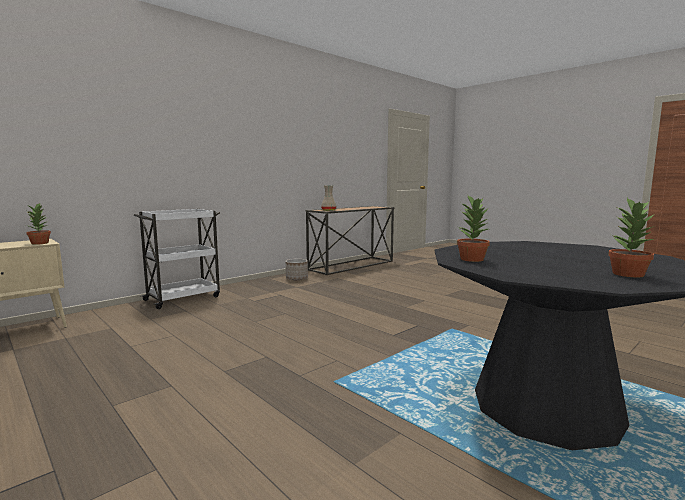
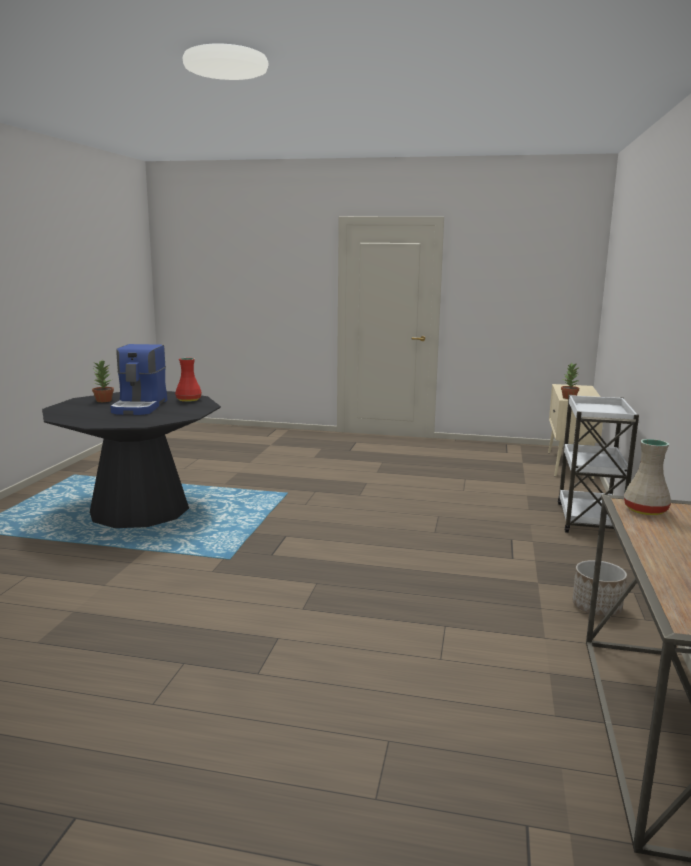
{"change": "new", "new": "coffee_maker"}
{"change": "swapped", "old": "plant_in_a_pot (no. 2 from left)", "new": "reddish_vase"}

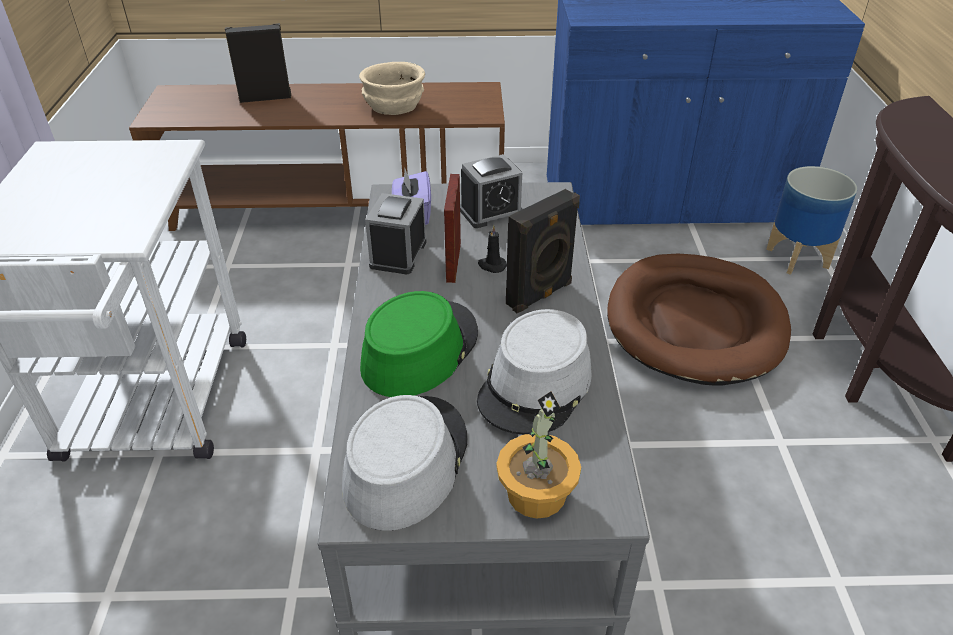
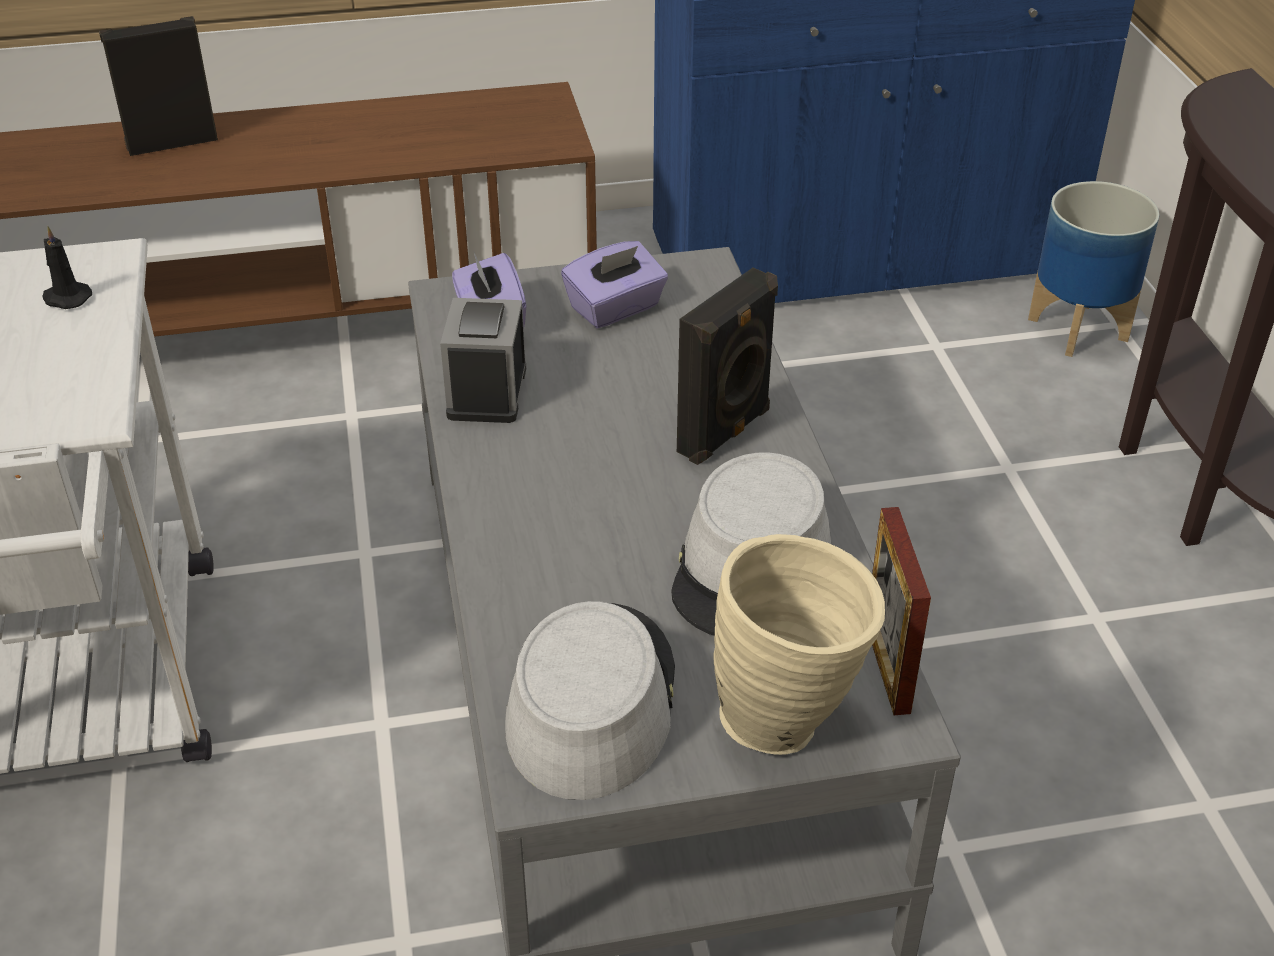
{"change": "gone", "old": "beige_serving_bowl"}
{"change": "gone", "old": "greenish_wearable_hat"}
{"change": "gone", "old": "brown-coloured_dog_cushion"}
{"change": "shifted", "old": "picture_frame"}
{"change": "shifted", "old": "blackish_wax_light"}
{"change": "swapped", "old": "alarm_clock (no. 2 from left)", "new": "purple-coloured_tissue_box (no. 2 from left)"}
{"change": "swapped", "old": "plant_in_a_pot", "new": "beige_vase"}

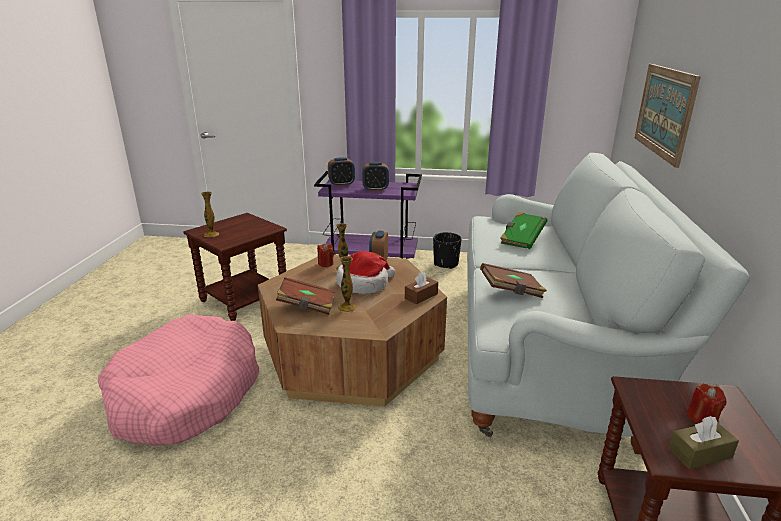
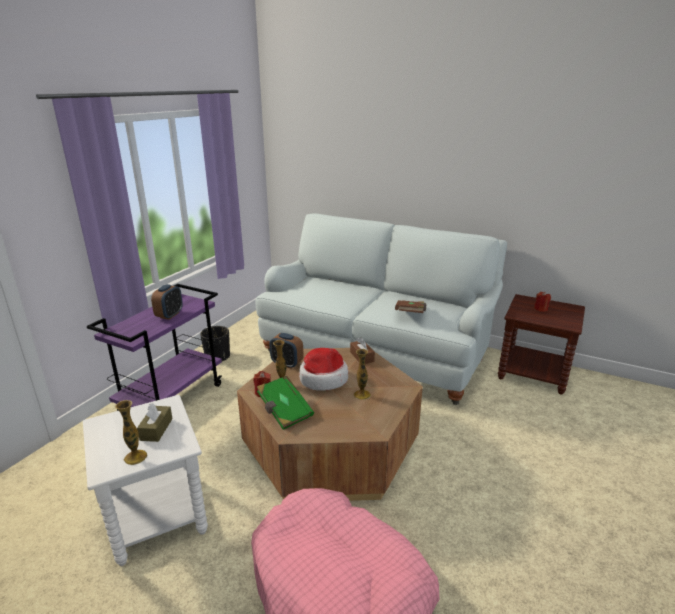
{"change": "gone", "old": "brown-coloured_bound_book (no. 1 from left)"}
{"change": "gone", "old": "alarm_clock (no. 1 from left)"}
{"change": "gone", "old": "wall_art"}
{"change": "shifted", "old": "greenish_bound_book"}
{"change": "shifted", "old": "brown-coloured_tissue_box (no. 2 from left in the first image)", "new": "brown-coloured_tissue_box (no. 1 from left)"}
{"change": "repainted", "old": "brown-coloured_end_table (no. 1 from left)", "new": "white-coloured_end_table"}

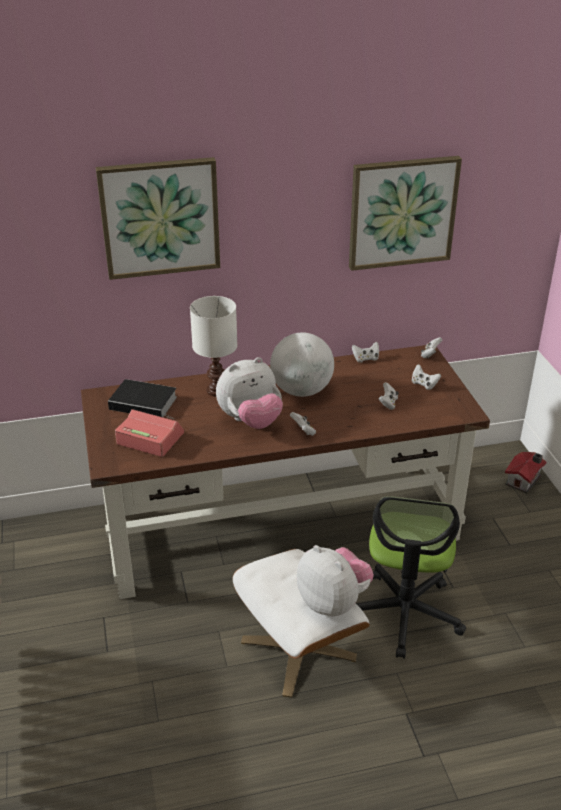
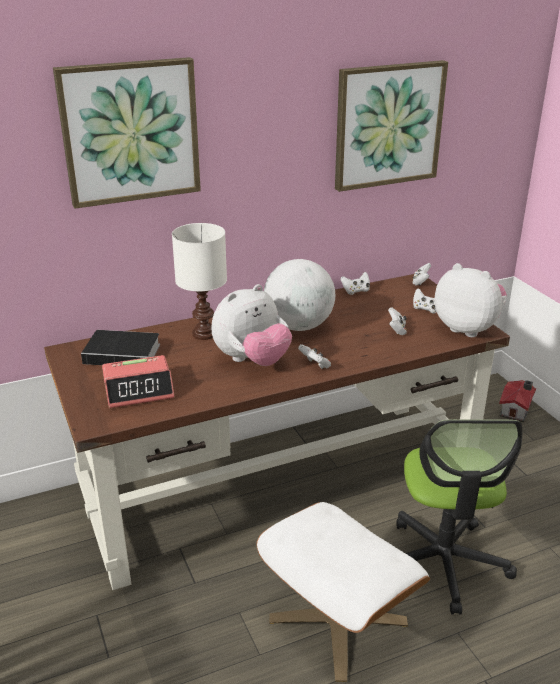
{"change": "shifted", "old": "cuddly_toy (no. 2 from left)"}
{"change": "rotated", "old": "alarm_clock", "degrees": 150}

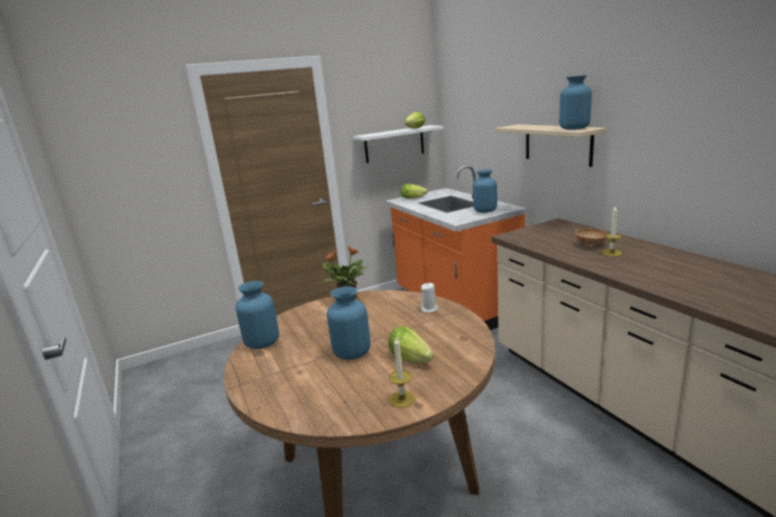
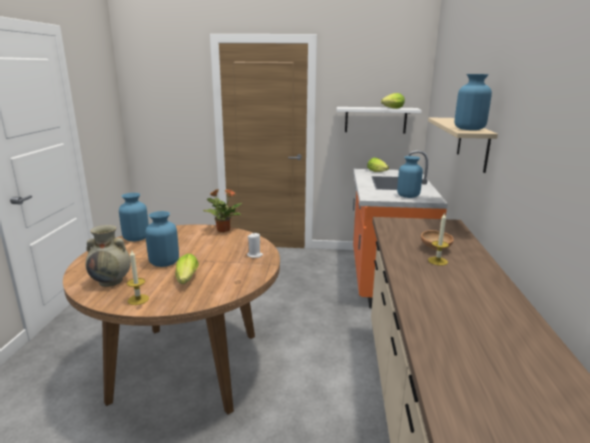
{"change": "new", "new": "beige_vase"}

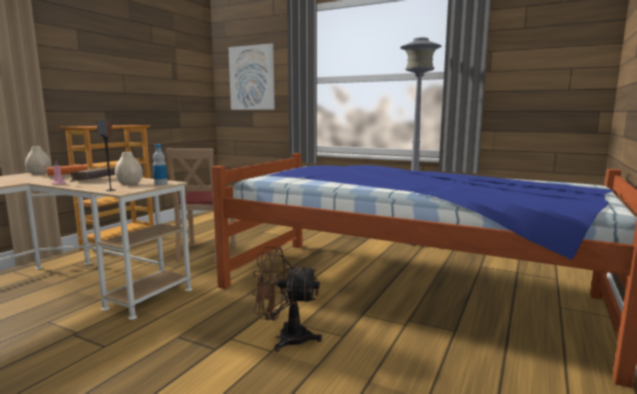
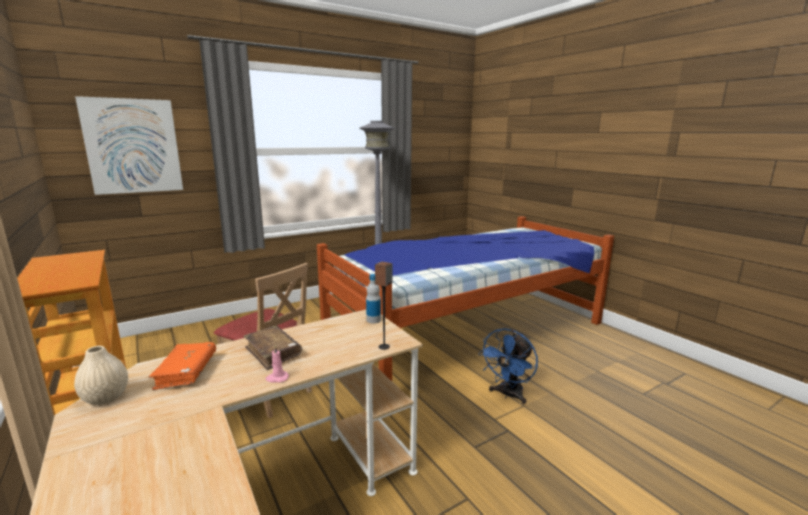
{"change": "gone", "old": "beige_vase (no. 2 from left)"}
{"change": "repainted", "old": "brown-coloured_cooling_fan", "new": "blue_cooling_fan"}

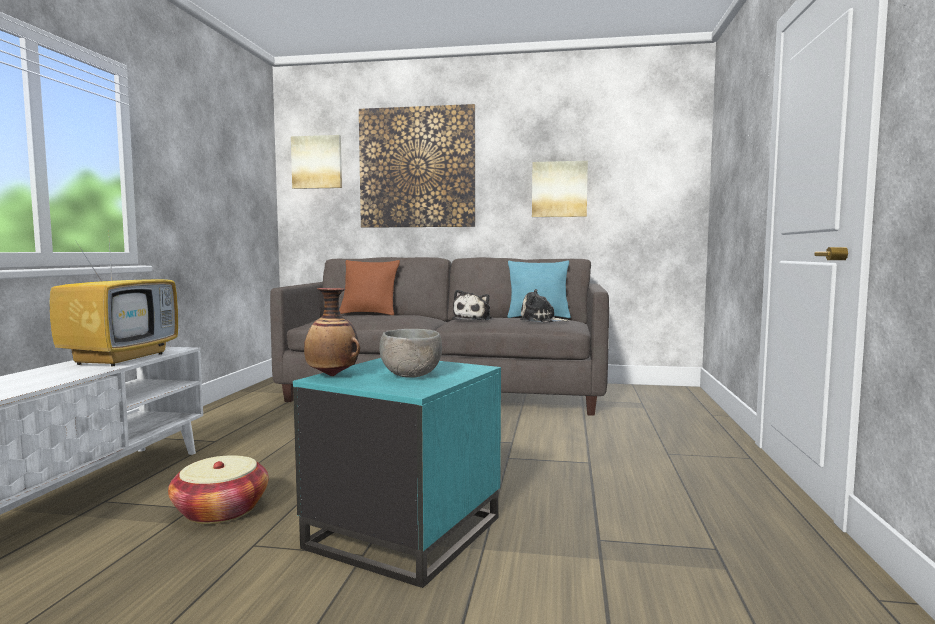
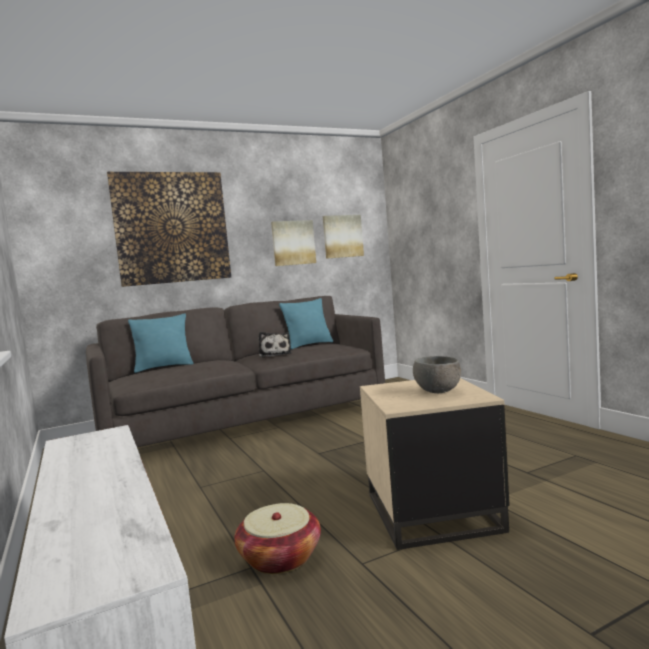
{"change": "gone", "old": "television"}
{"change": "gone", "old": "vase"}
{"change": "gone", "old": "cuddly_toy (no. 2 from left)"}
{"change": "shifted", "old": "wall_art (no. 1 from left in the first image)", "new": "wall_art (no. 3 from left)"}
{"change": "repainted", "old": "blue-green_end_table", "new": "beige_end_table"}
{"change": "repainted", "old": "brown-coloured_pillow", "new": "blue-green_pillow (no. 1 from left)"}

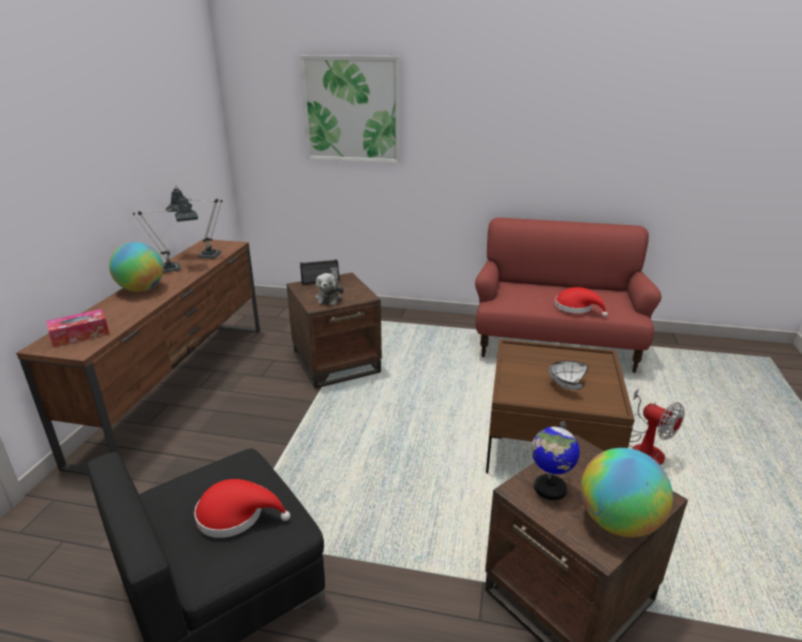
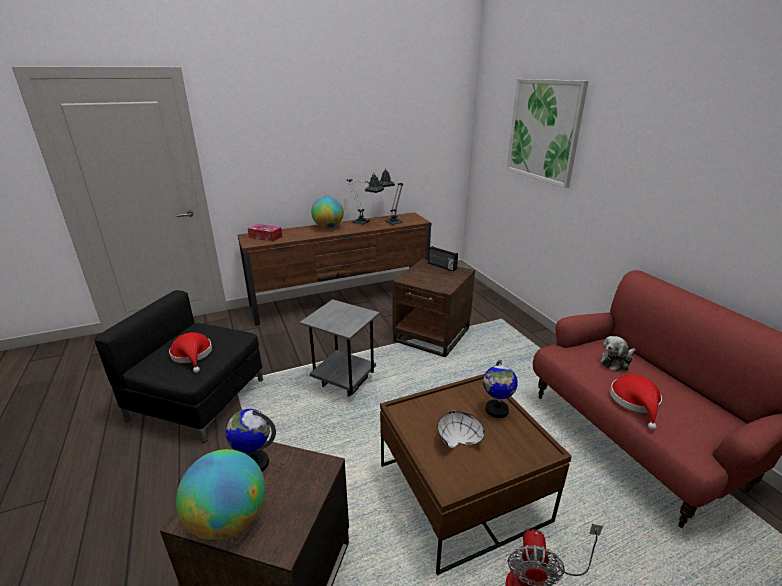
{"change": "new", "new": "grey_end_table"}
{"change": "new", "new": "globe (no. 4 from left)"}
{"change": "shifted", "old": "cuddly_toy"}

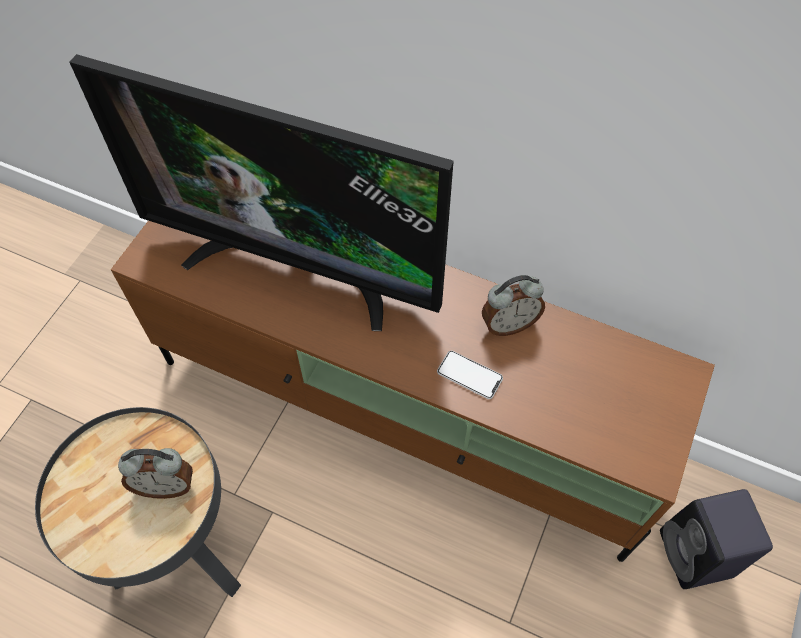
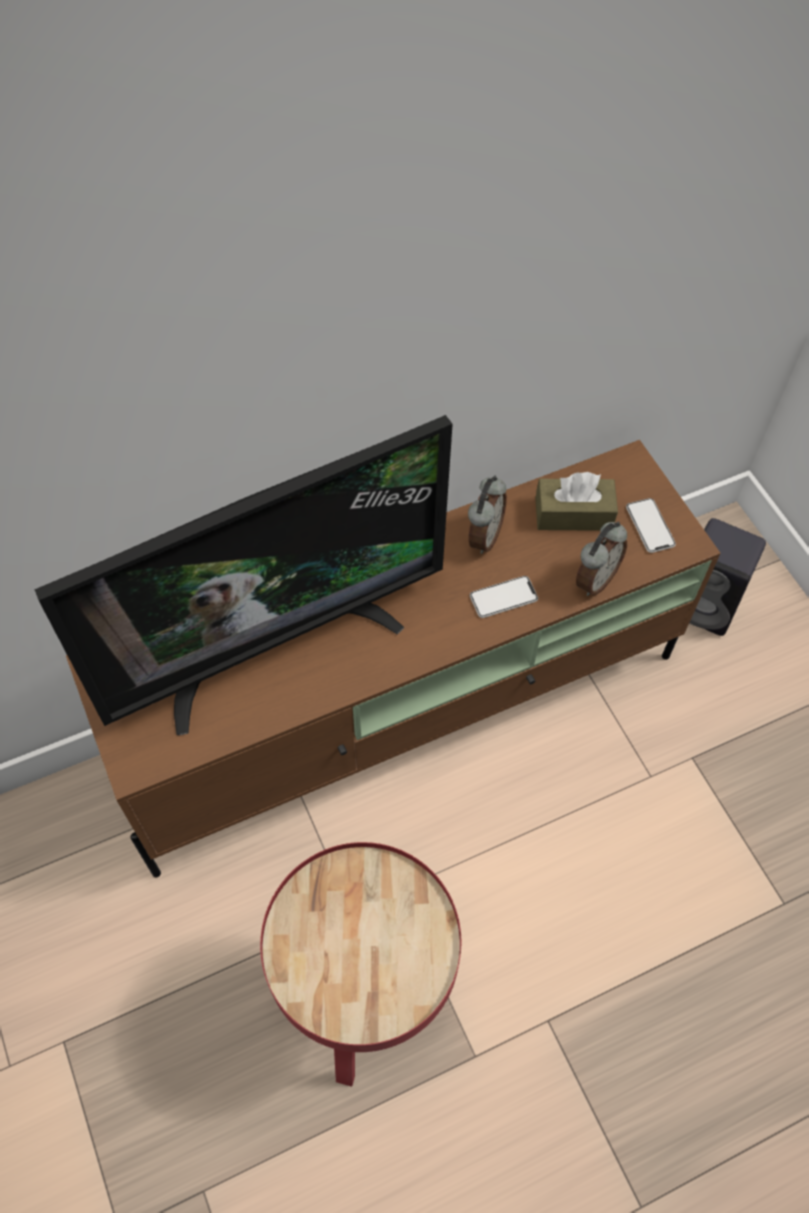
{"change": "new", "new": "brown-coloured_tissue_box"}
{"change": "new", "new": "handset (no. 2 from left)"}
{"change": "shifted", "old": "alarm_clock (no. 1 from left in the first image)", "new": "alarm_clock (no. 2 from left)"}
{"change": "repainted", "old": "blackish_end_table", "new": "reddish_end_table"}

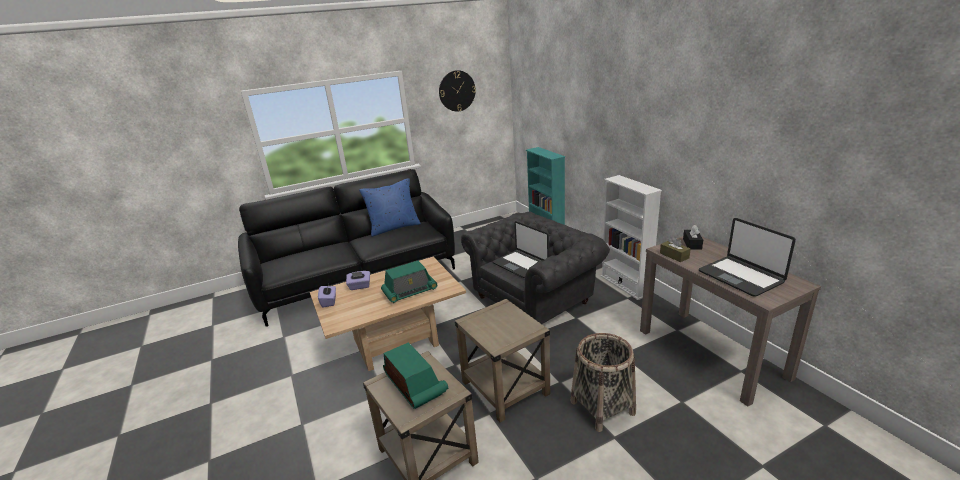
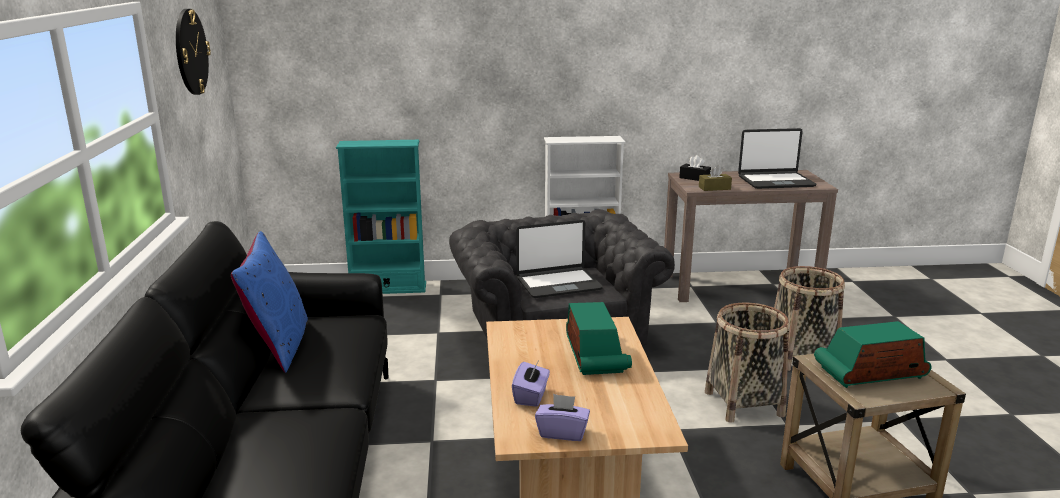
{"change": "swapped", "old": "beige_end_table (no. 2 from left)", "new": "household_basket (no. 1 from left)"}

